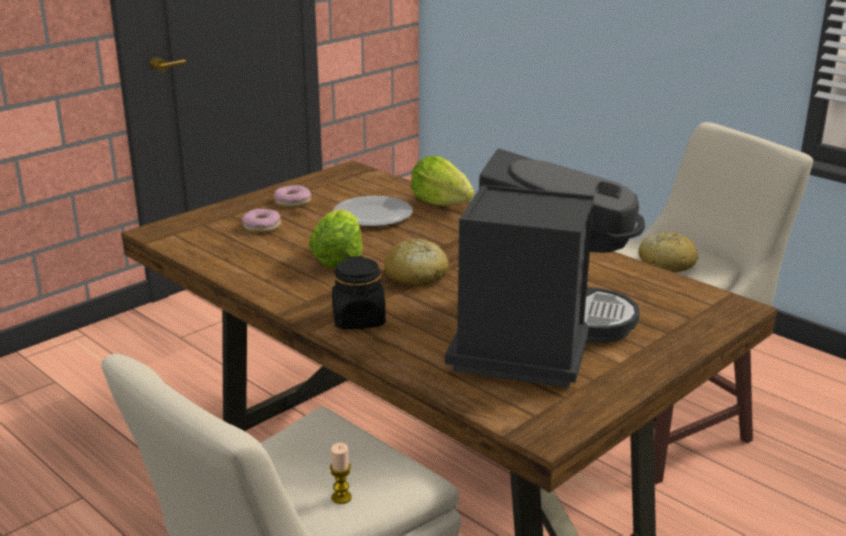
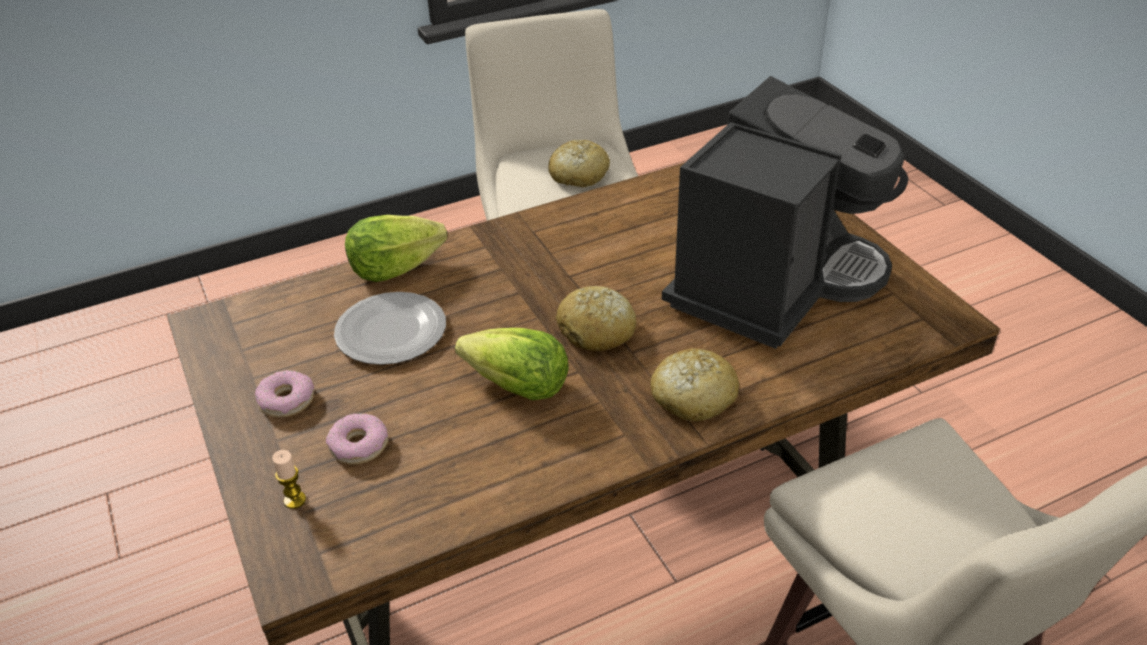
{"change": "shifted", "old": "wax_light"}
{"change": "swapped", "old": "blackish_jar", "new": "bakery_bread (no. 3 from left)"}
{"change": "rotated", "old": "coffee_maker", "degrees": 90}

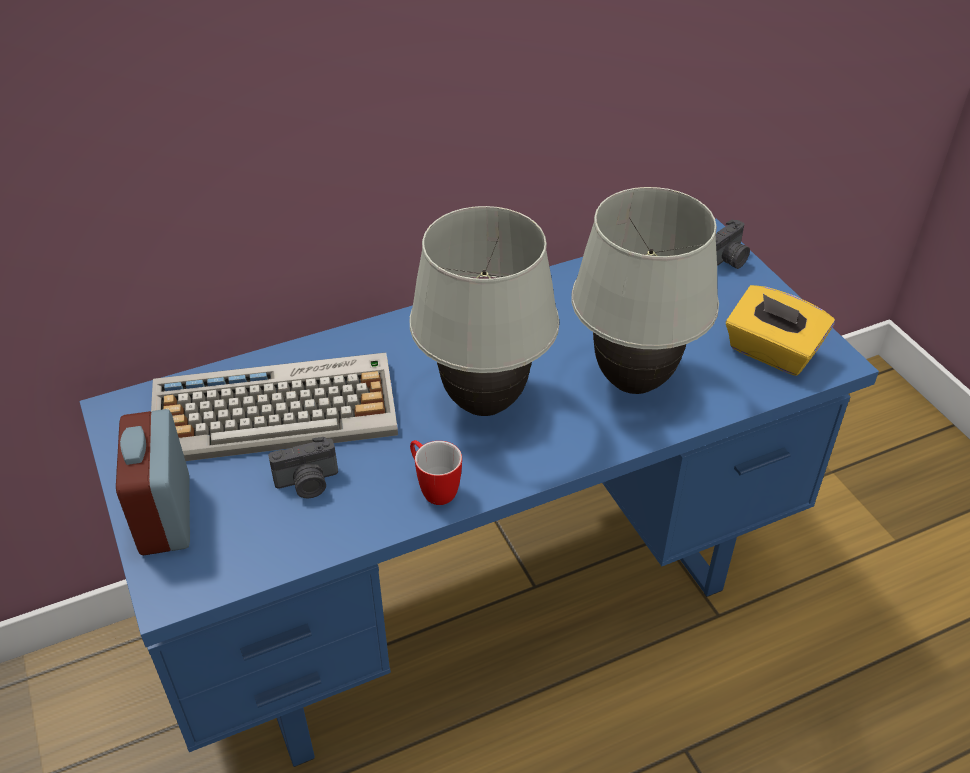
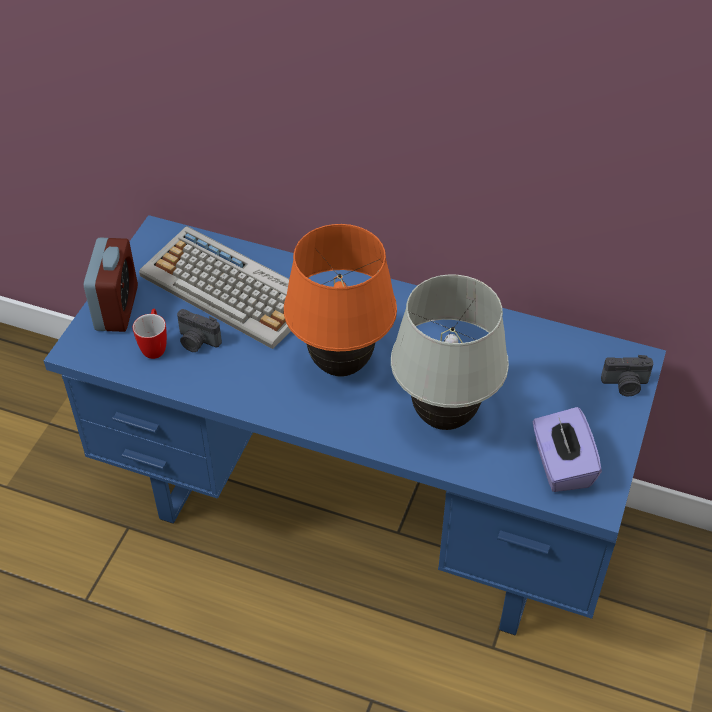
{"change": "shifted", "old": "mug"}
{"change": "repainted", "old": "white-coloured_lamp_for_a_table (no. 1 from left)", "new": "orange_lamp_for_a_table"}
{"change": "repainted", "old": "yellowish_tissue_box", "new": "purple-coloured_tissue_box"}
{"change": "rotated", "old": "alarm_clock", "degrees": 150}

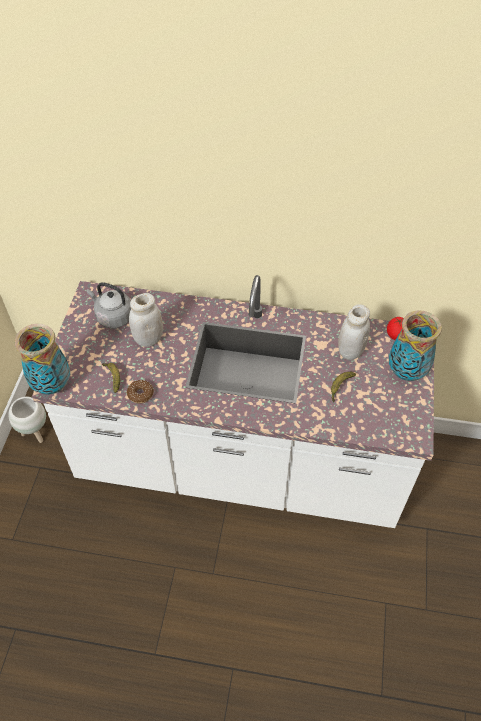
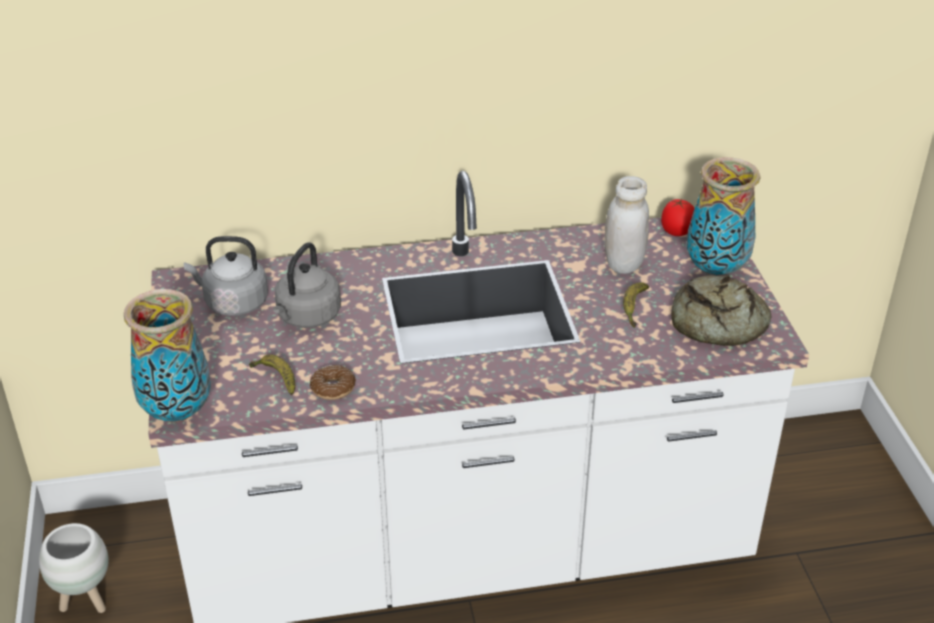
{"change": "new", "new": "bakery_bread"}
{"change": "swapped", "old": "white-coloured_jar (no. 1 from left)", "new": "grey_tea_kettle (no. 2 from left)"}

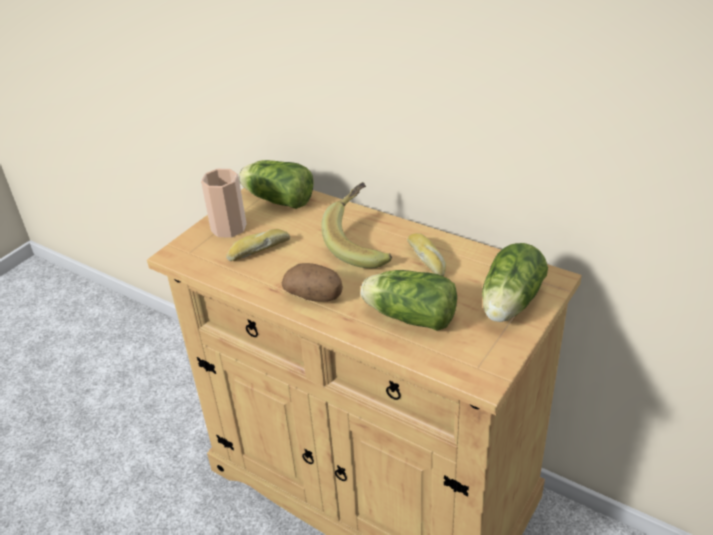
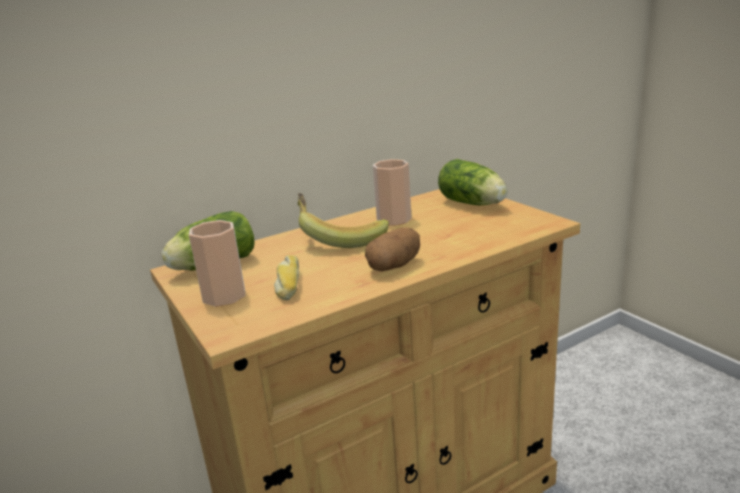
{"change": "gone", "old": "head_of_lettuce (no. 2 from left)"}
{"change": "swapped", "old": "bakery_bread (no. 2 from left)", "new": "small_cup (no. 2 from left)"}

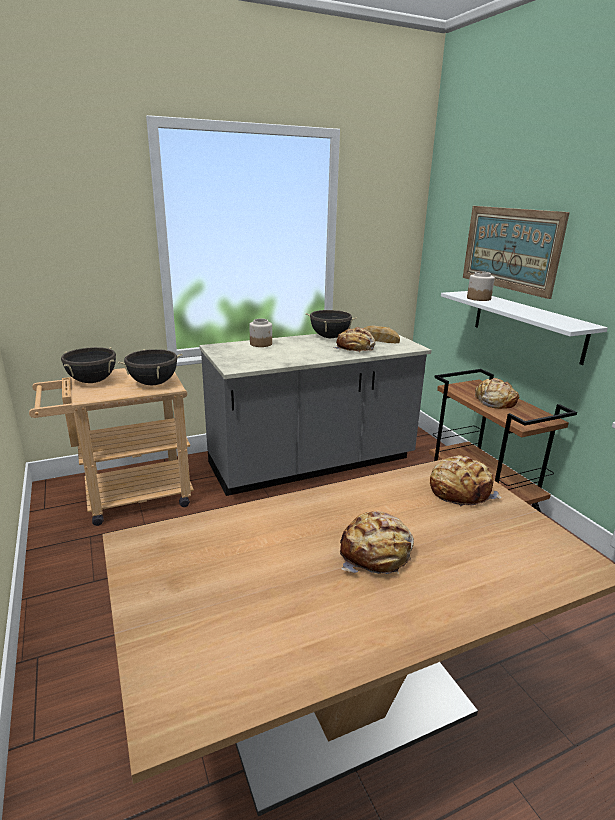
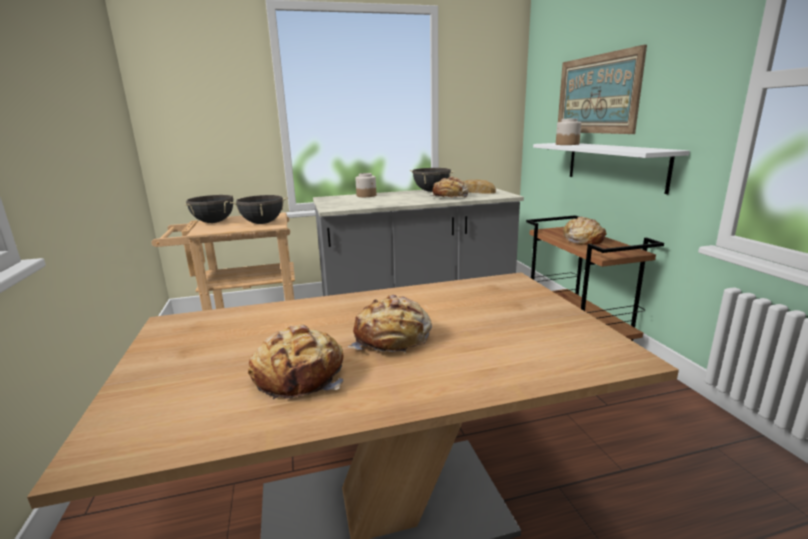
{"change": "shifted", "old": "bakery_bread (no. 4 from left in the first image)", "new": "bakery_bread (no. 1 from left)"}

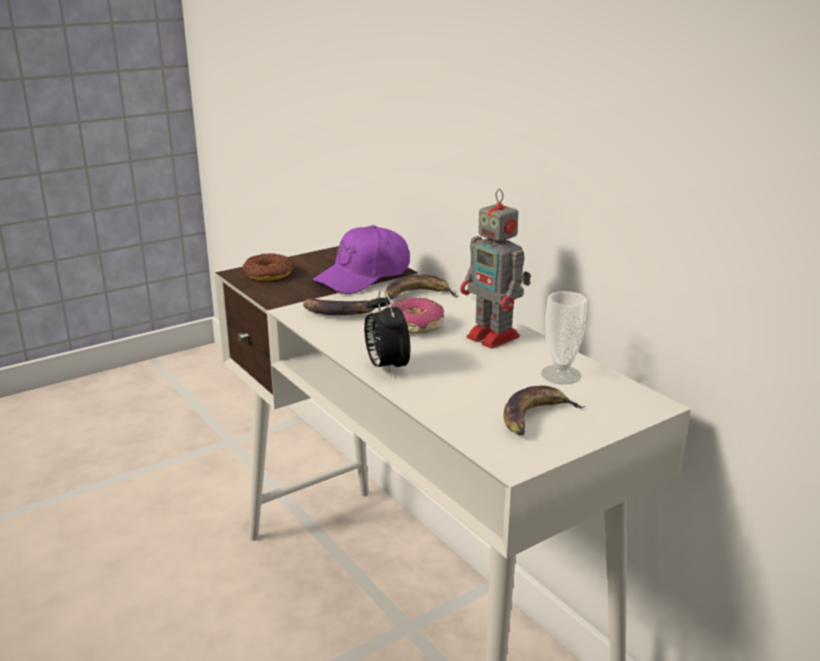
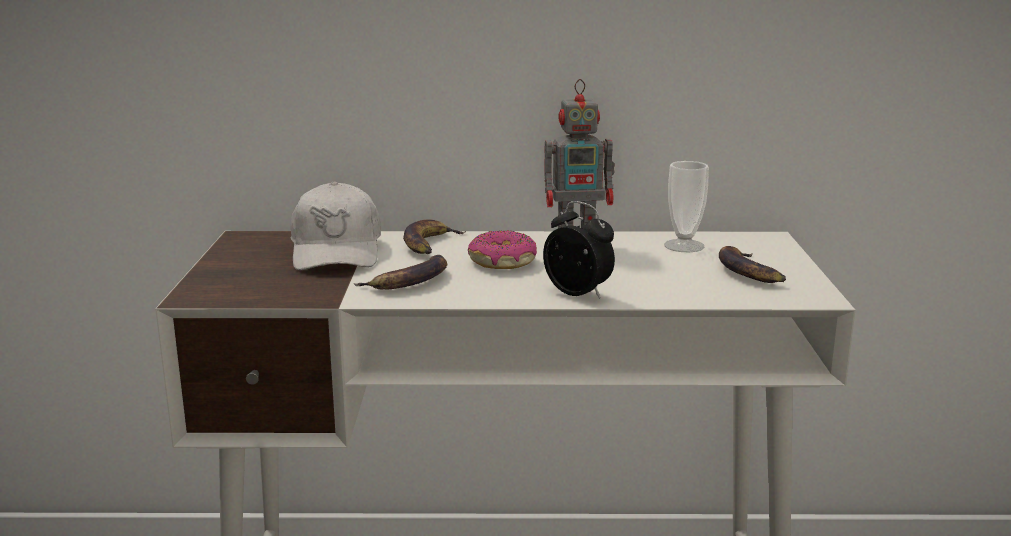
{"change": "gone", "old": "donut (no. 1 from left)"}
{"change": "repainted", "old": "purple-coloured_baseball_cap", "new": "white-coloured_baseball_cap"}
{"change": "rotated", "old": "alarm_clock", "degrees": -150}

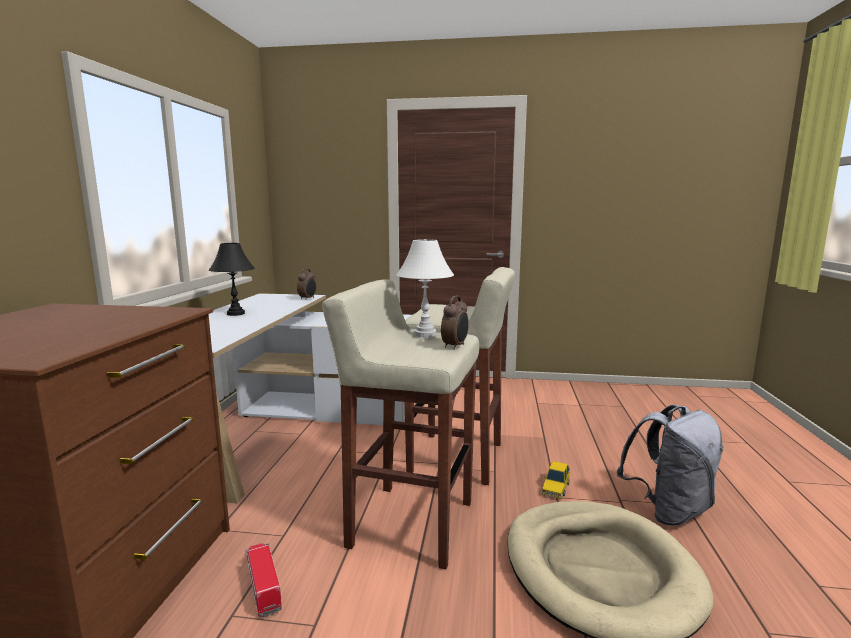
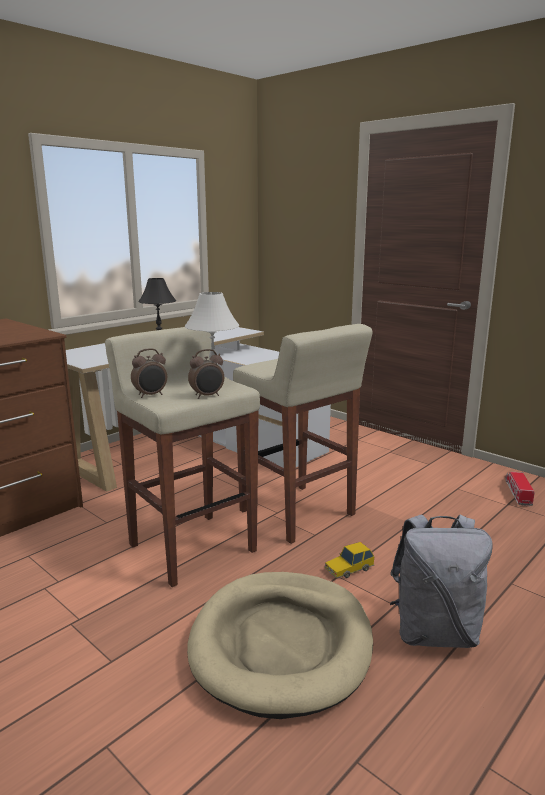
{"change": "shifted", "old": "toy_lorry"}
{"change": "shifted", "old": "alarm_clock (no. 1 from left)"}

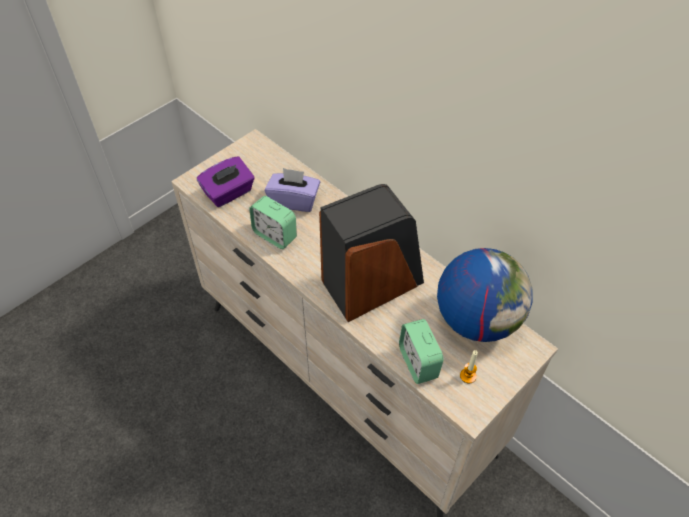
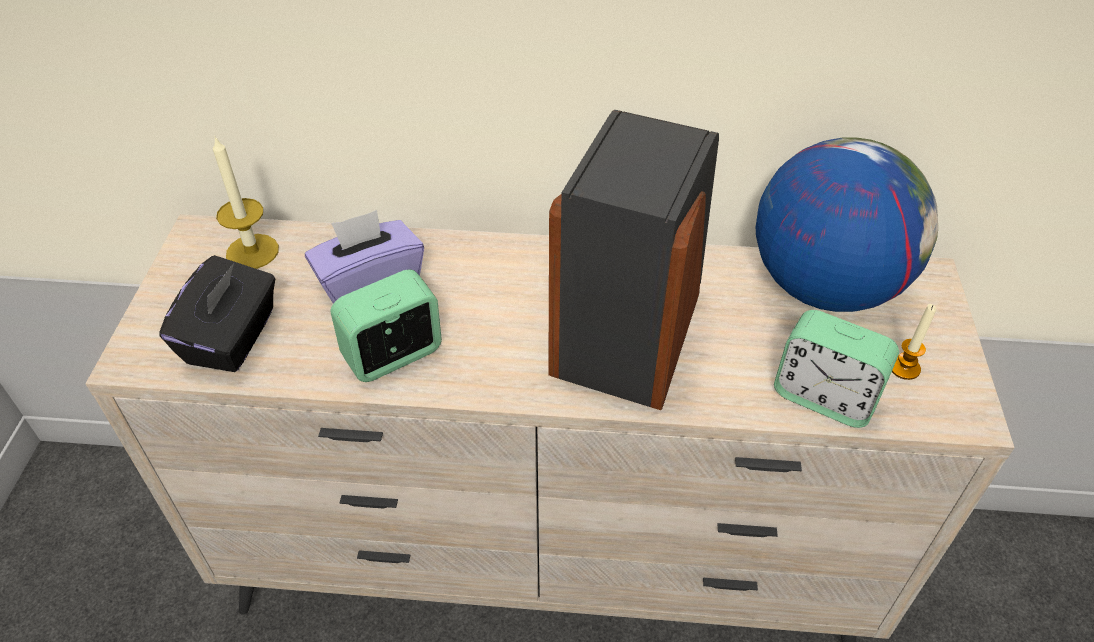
{"change": "new", "new": "wax_light (no. 1 from left)"}
{"change": "repainted", "old": "purple-coloured_tissue_box (no. 1 from left)", "new": "blackish_tissue_box"}
{"change": "rotated", "old": "alarm_clock (no. 1 from left)", "degrees": 150}

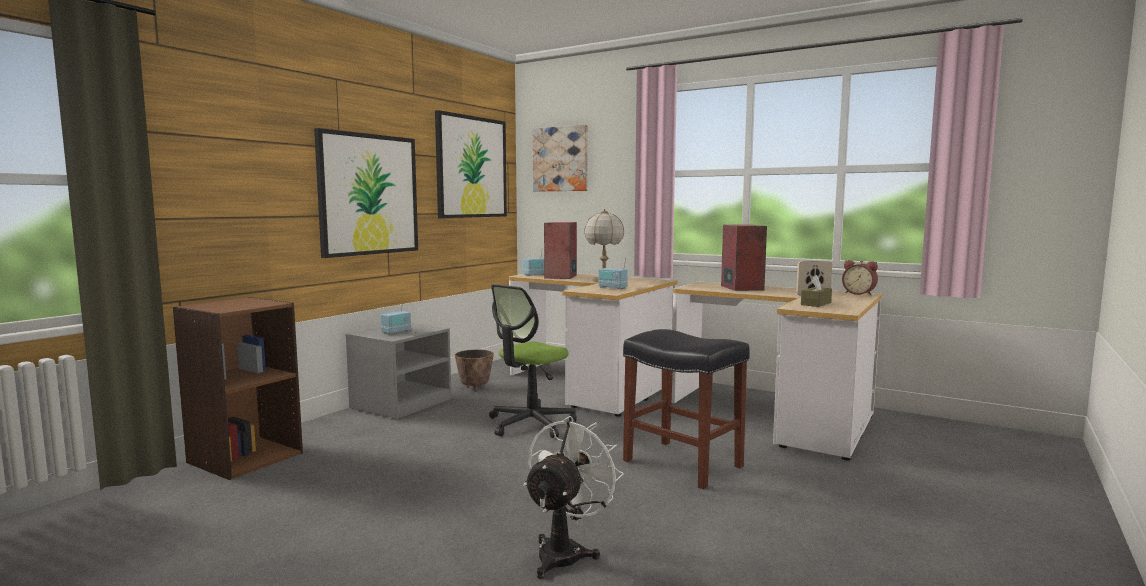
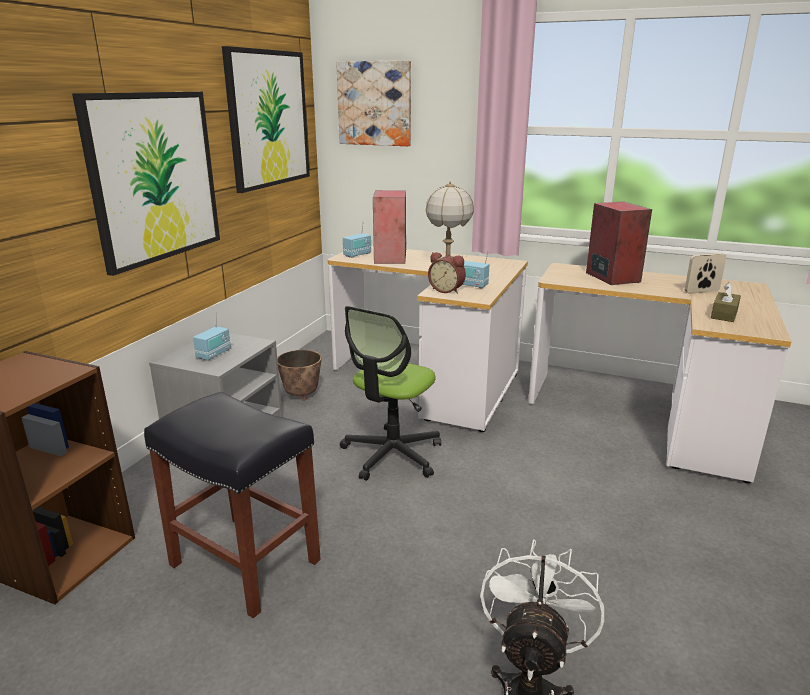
{"change": "shifted", "old": "blackish_sitting_stool"}
{"change": "shifted", "old": "alarm_clock"}

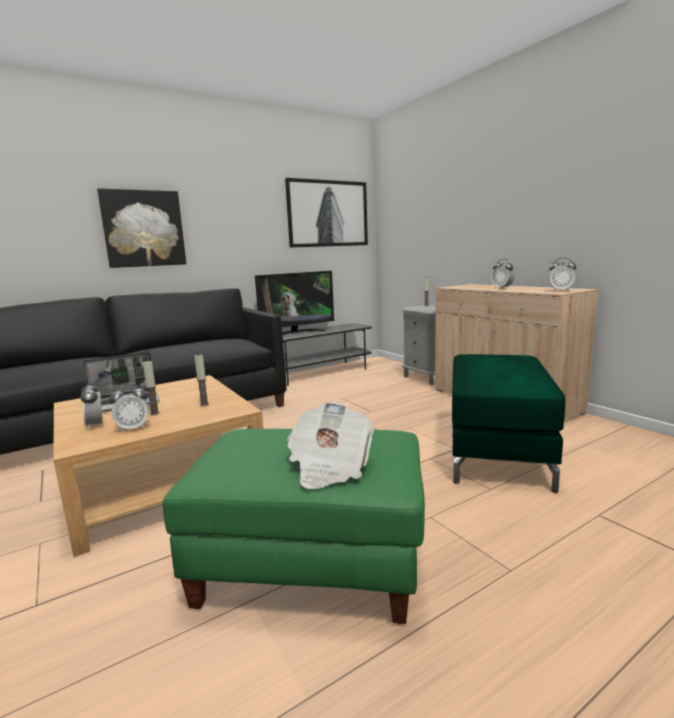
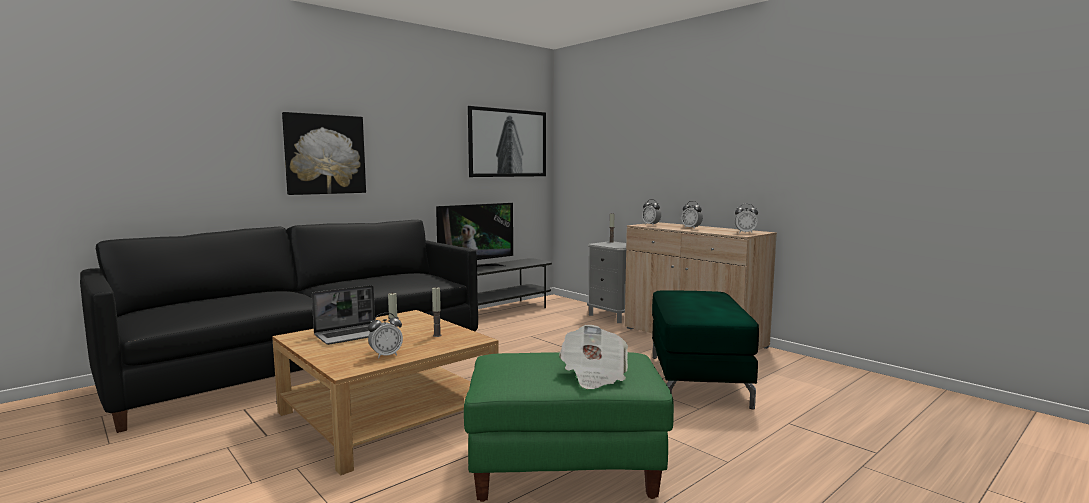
{"change": "shifted", "old": "alarm_clock (no. 1 from left in the first image)", "new": "alarm_clock (no. 2 from left)"}

